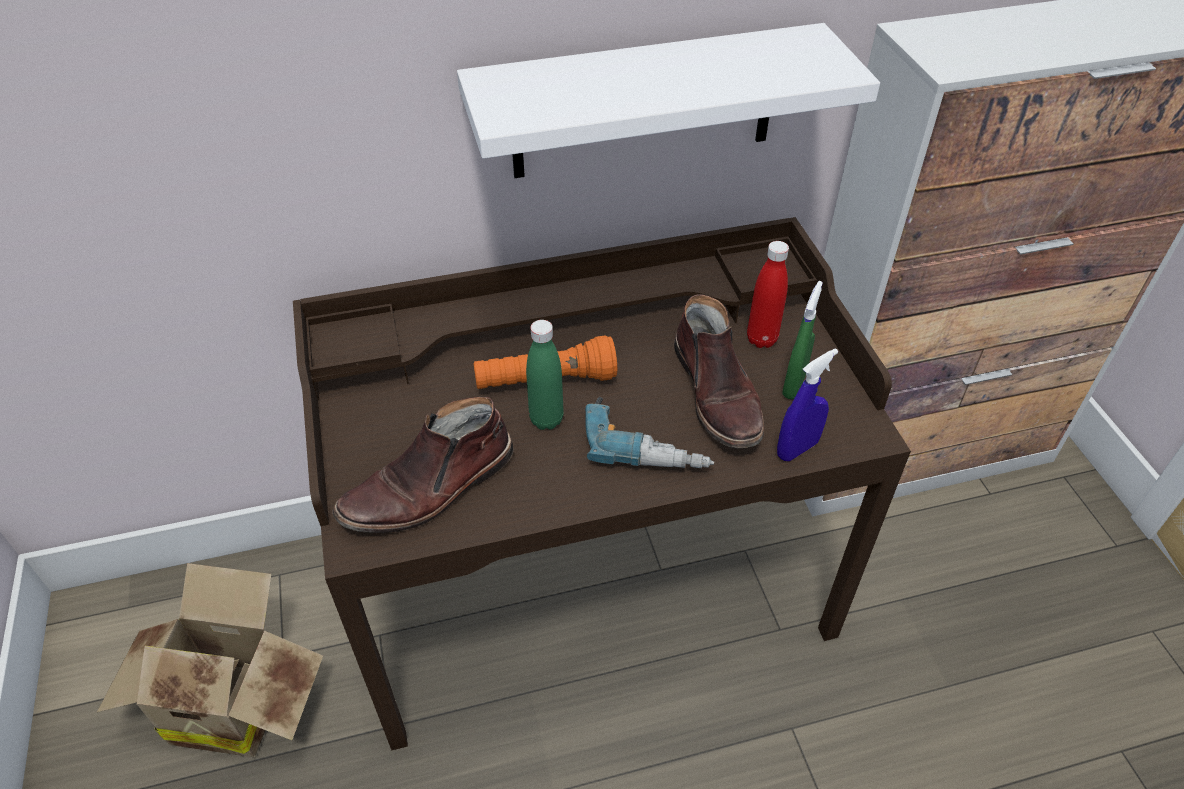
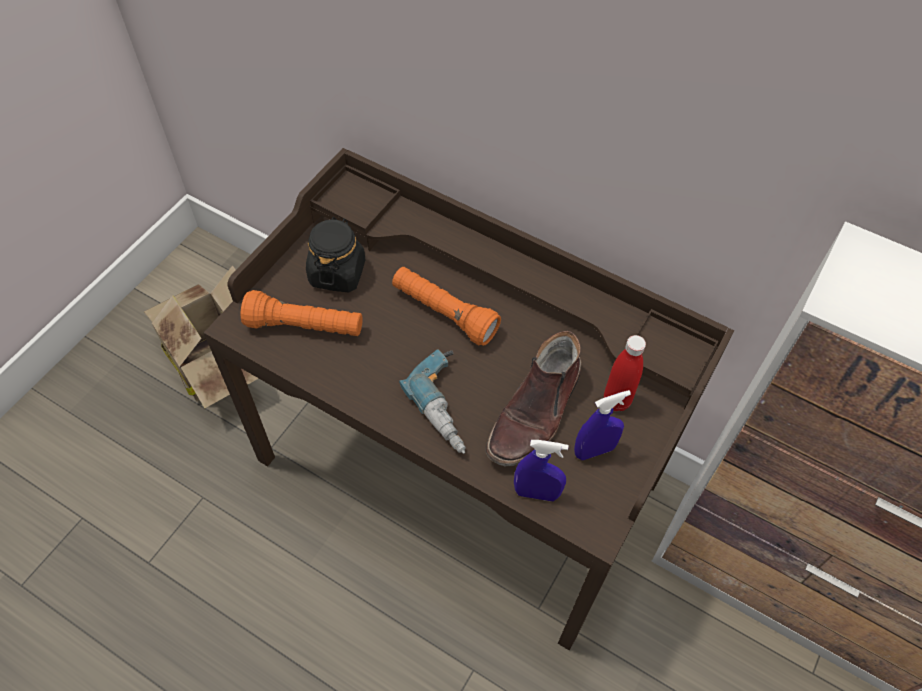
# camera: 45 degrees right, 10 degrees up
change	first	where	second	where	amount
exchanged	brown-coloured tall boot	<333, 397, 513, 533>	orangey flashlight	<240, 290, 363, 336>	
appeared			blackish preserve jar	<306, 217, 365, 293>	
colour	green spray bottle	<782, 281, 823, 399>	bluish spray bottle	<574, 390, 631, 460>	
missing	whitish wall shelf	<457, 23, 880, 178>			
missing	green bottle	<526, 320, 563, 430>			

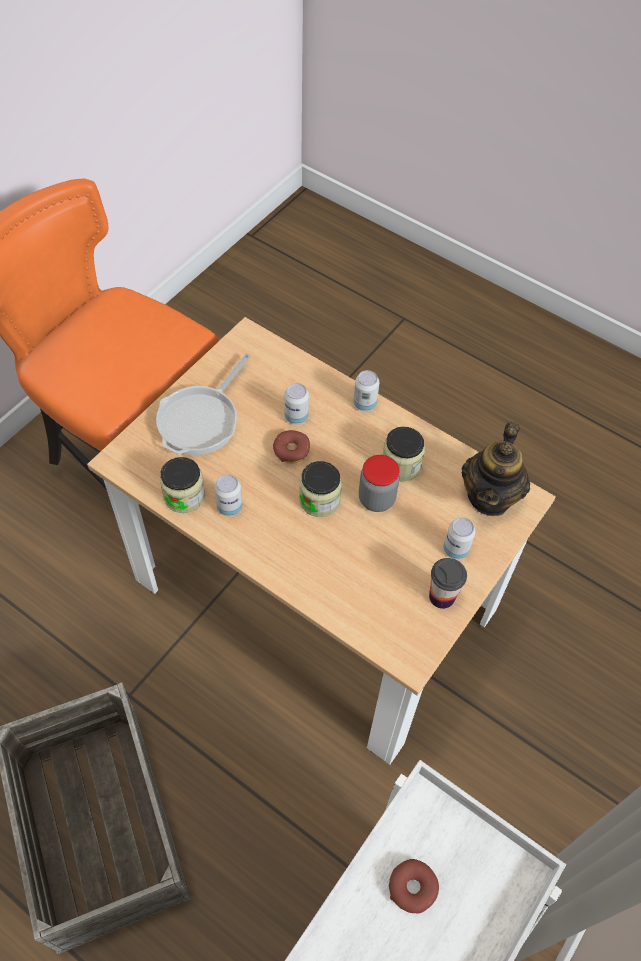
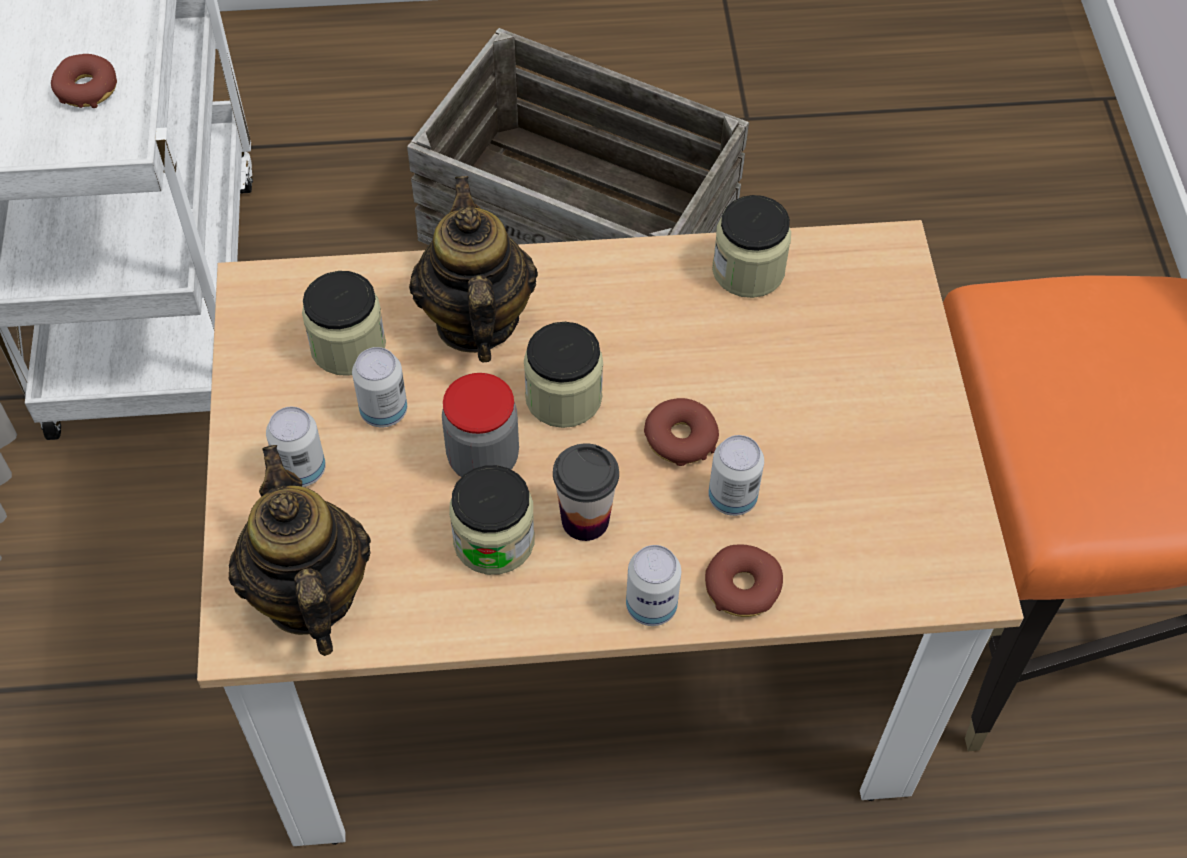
# camera: 140 degrees right, 0 degrees up
change	first	where	second	where	amount
appeared			preserve jar	<302, 271, 386, 376>	
relocated	metal can	<214, 474, 243, 516>		<352, 347, 407, 427>	
appeared			teapot	<409, 176, 538, 363>	
relocated	drinking cup	<429, 558, 467, 609>		<553, 443, 619, 541>	
appeared			doughnut	<705, 544, 783, 617>	
missing	pan	<156, 353, 251, 455>			

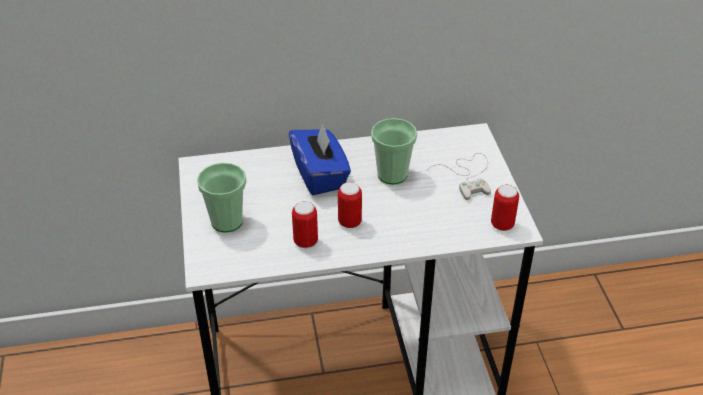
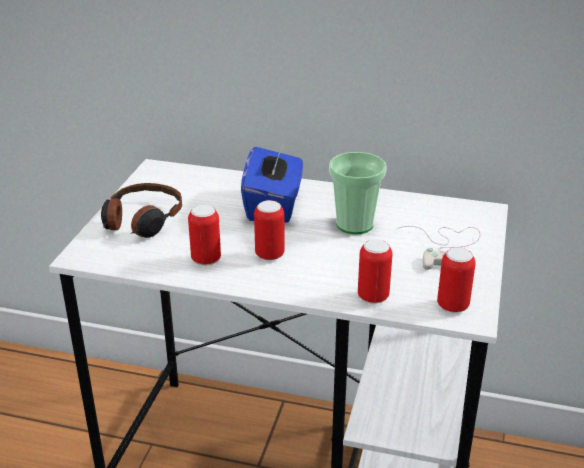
# camera: 25 degrees right, 10 degrees down
change	first	where	second	where	amount
exchanged	drinking cup	<197, 163, 246, 232>	headphones	<101, 183, 182, 238>	
appeared			metal can	<358, 239, 392, 304>	

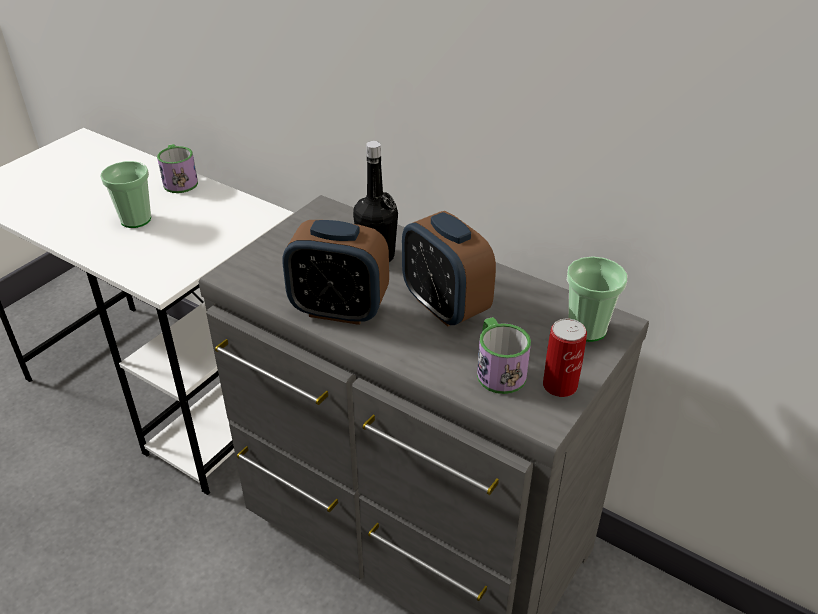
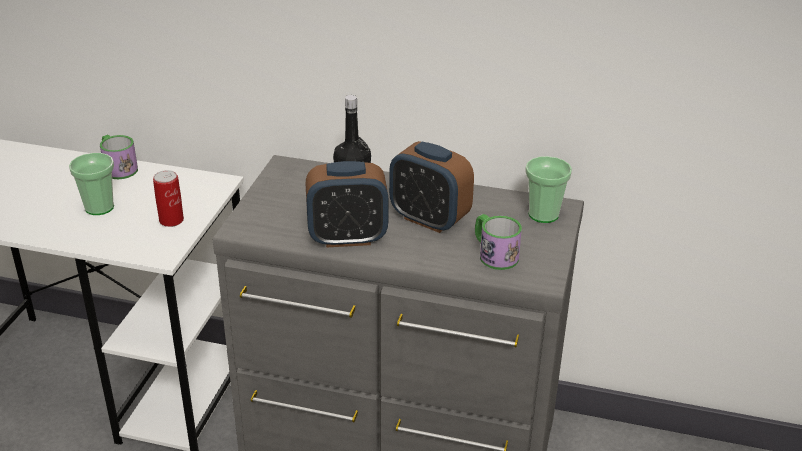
# camera: 20 degrees left, 5 degrees down
change	first	where	second	where	amount
relocated	metal can	<543, 319, 587, 397>		<153, 170, 184, 227>	

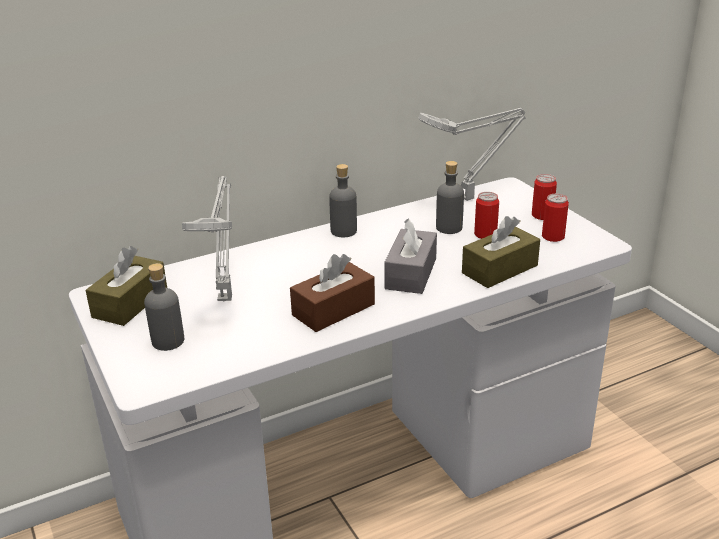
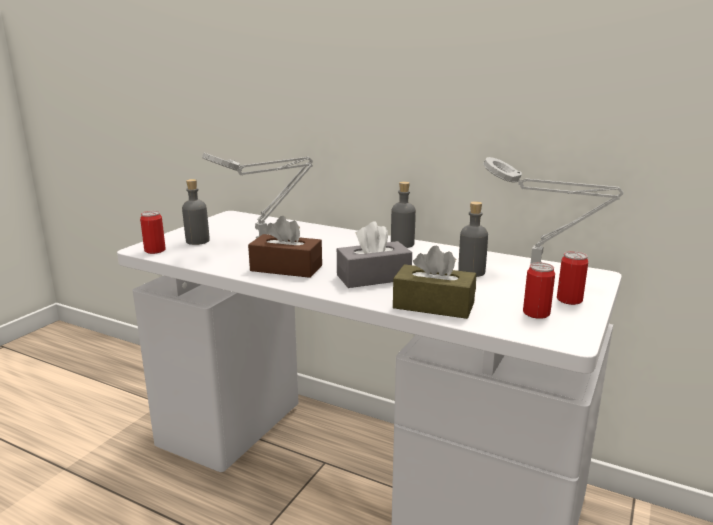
# camera: 55 degrees right, 10 degrees down
change	first	where	second	where	amount
relocated	metal can	<474, 192, 499, 239>		<140, 211, 166, 254>	
missing	brown-coloured tissue holder	<85, 246, 167, 326>			

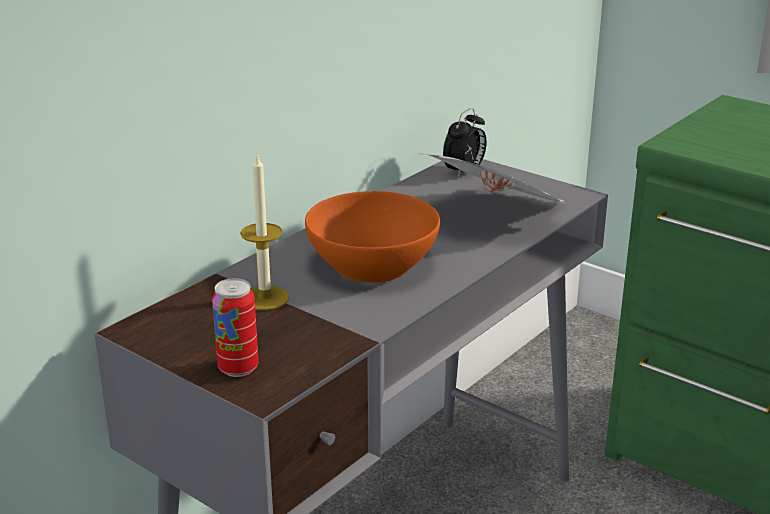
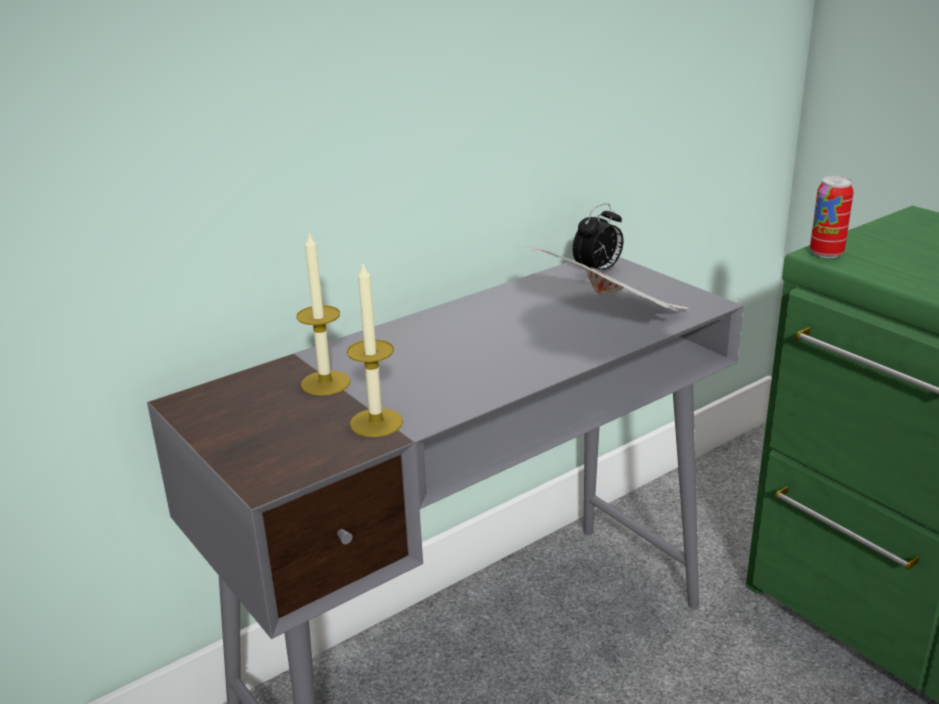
# camera: 15 degrees right, 0 degrees up
change	first	where	second	where	amount
appeared			wax candle	<347, 264, 403, 437>	
relocated	metal can	<212, 278, 259, 377>		<810, 176, 854, 258>	
missing	orangey serving bowl	<305, 191, 440, 283>			

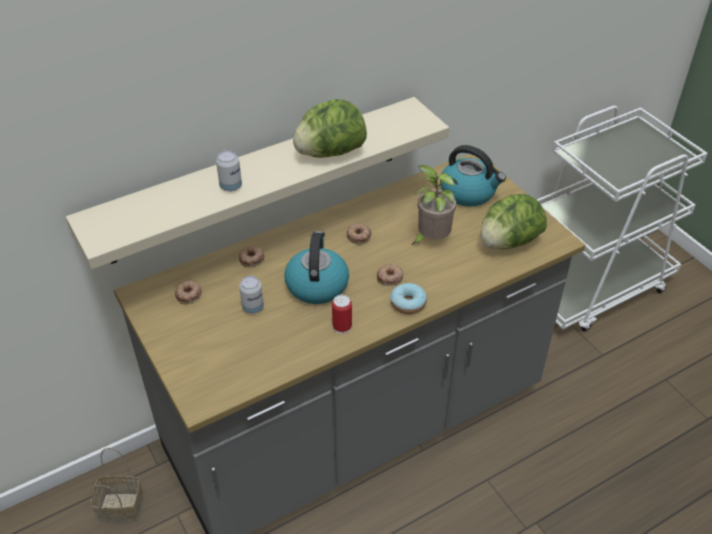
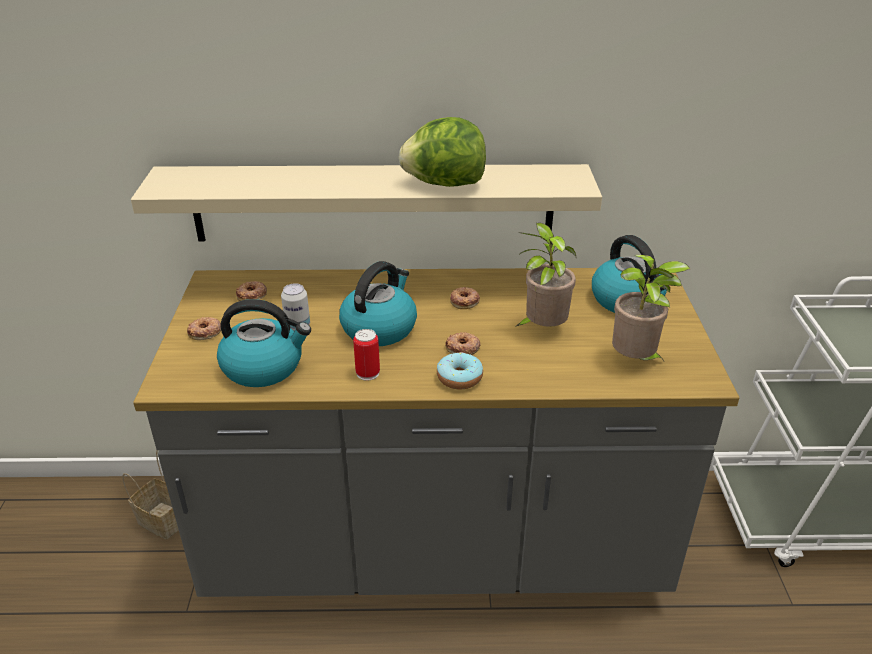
# camera: 30 degrees right, 10 degrees down
change	first	where	second	where	amount
relocated	doughnut	<239, 246, 264, 267>		<187, 317, 221, 340>	
appeared			water kettle	<217, 299, 311, 387>	
exchanged	lettuce	<481, 194, 547, 249>	houseplant	<612, 255, 690, 364>	
missing	metal can	<216, 150, 242, 192>			

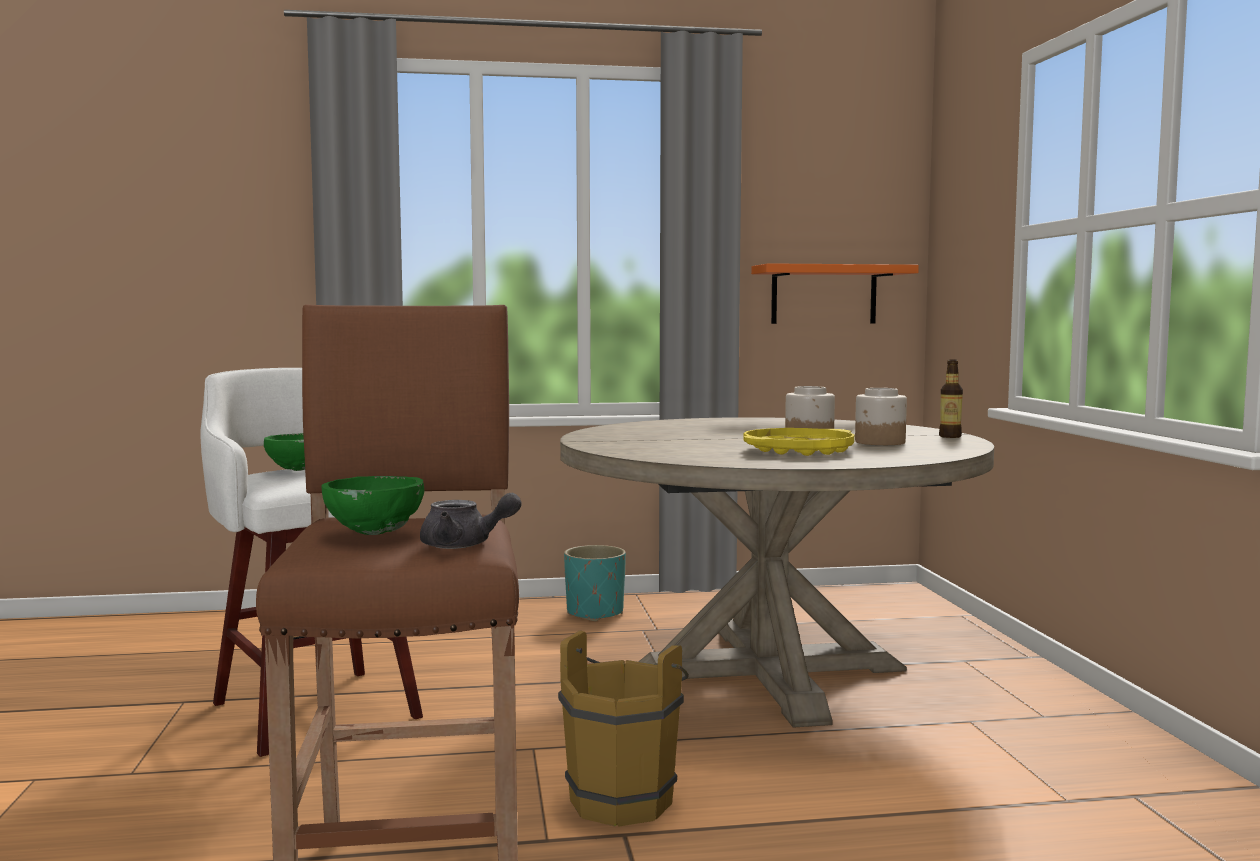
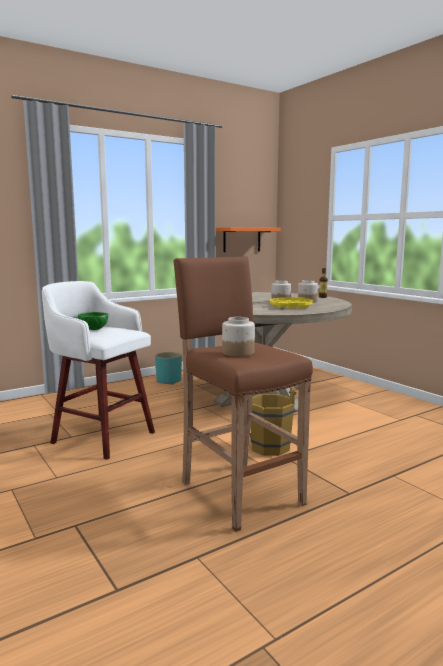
# camera: 25 degrees left, 5 degrees up
change	first	where	second	where	amount
exchanged	green serving bowl	<322, 476, 424, 535>	preserve jar	<222, 317, 255, 357>	
missing	gray teapot	<420, 493, 522, 549>			

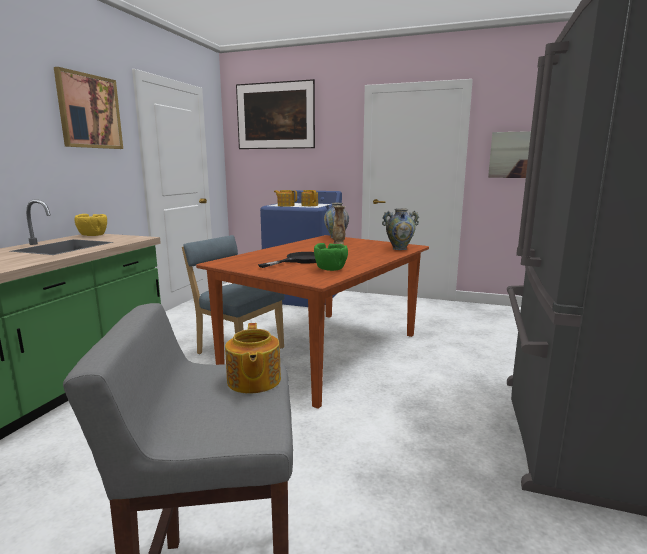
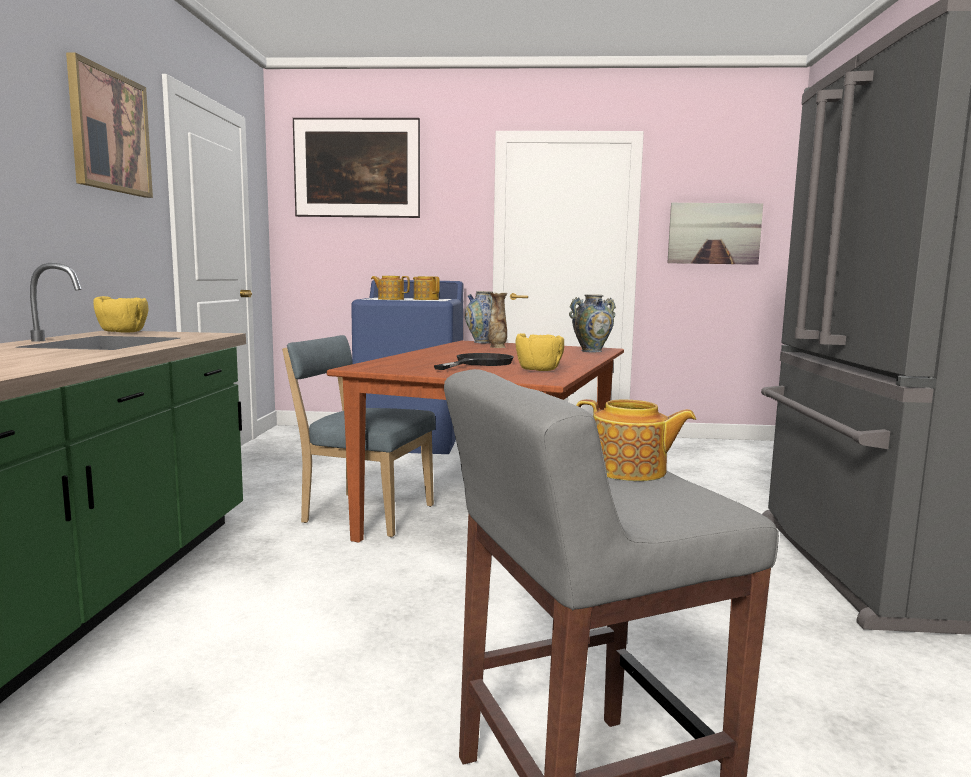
# camera: 15 degrees left, 5 degrees down
change	first	where	second	where	amount
colour	green serving bowl	<314, 243, 348, 271>	yellow-coloured serving bowl	<515, 333, 564, 371>	
spun	teapot	<225, 323, 281, 394>		<576, 399, 696, 481>	45 degrees counterclockwise

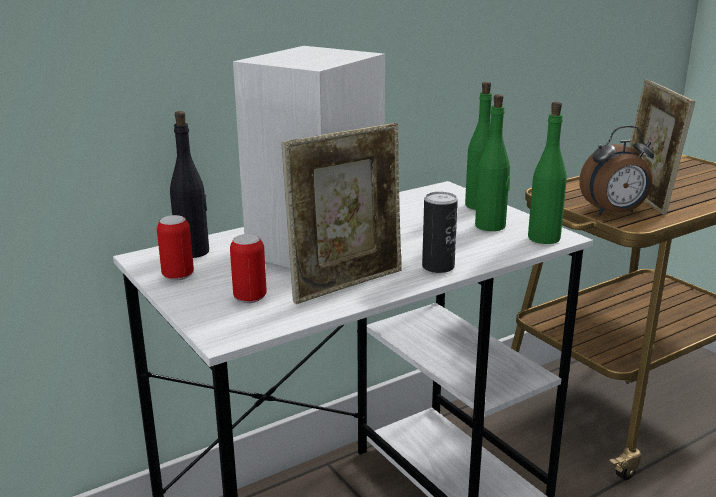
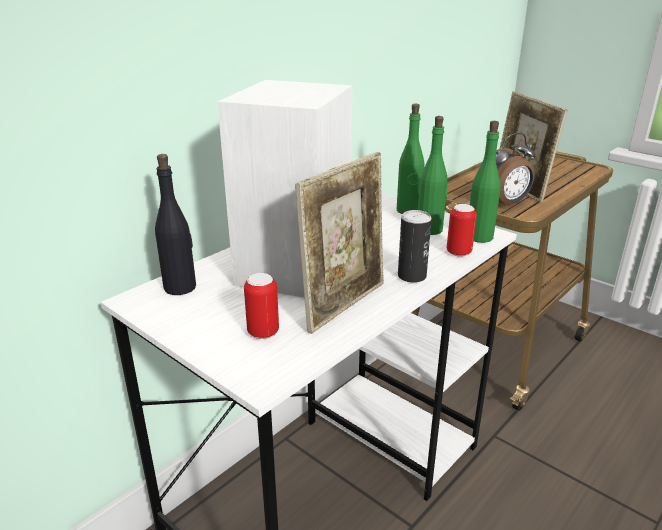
# camera: 15 degrees left, 5 degrees up
change	first	where	second	where	amount
relocated	metal can	<157, 215, 194, 280>		<447, 204, 477, 257>	

